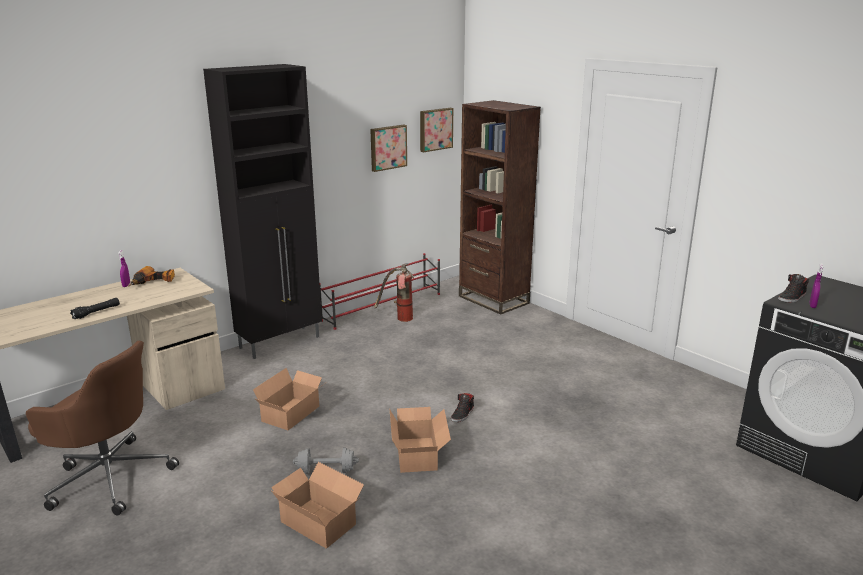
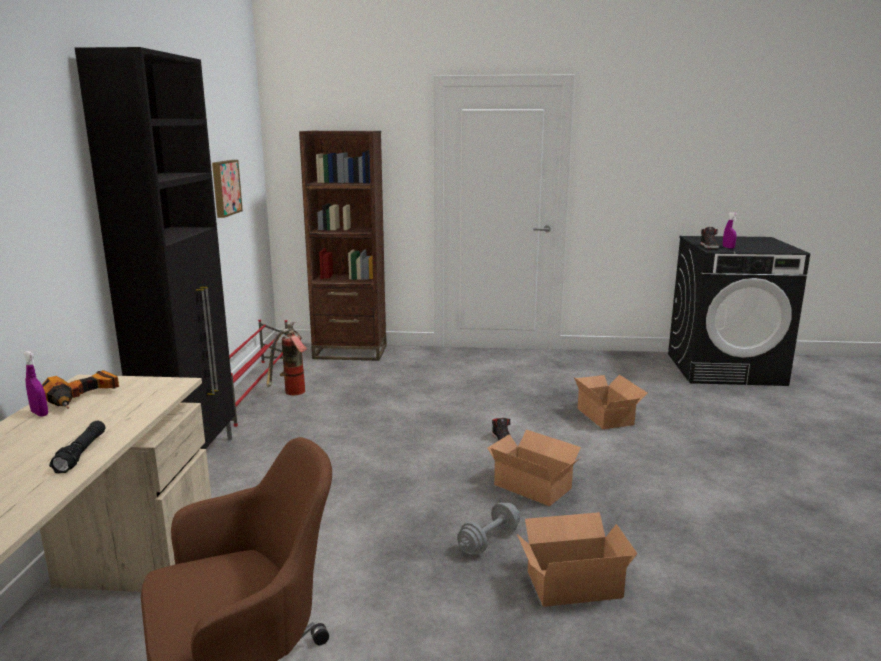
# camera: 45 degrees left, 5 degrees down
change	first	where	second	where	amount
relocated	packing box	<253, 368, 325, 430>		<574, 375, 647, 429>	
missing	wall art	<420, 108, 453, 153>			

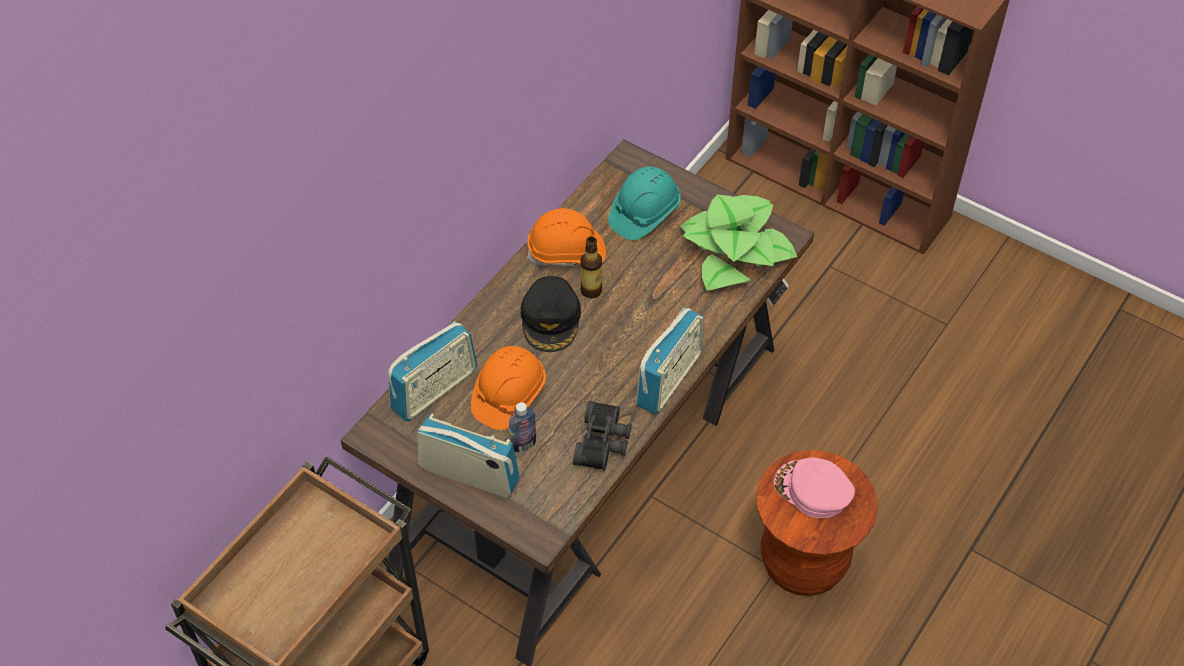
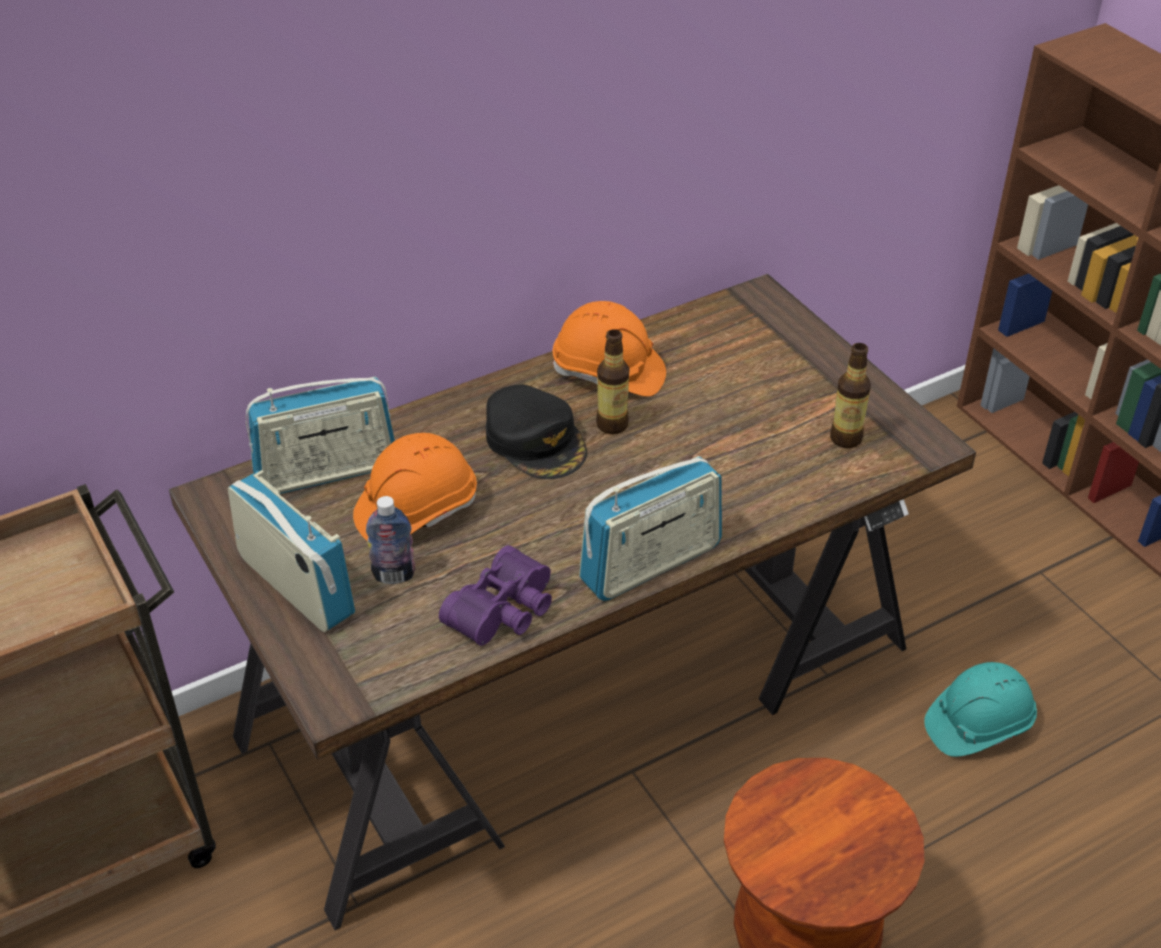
# camera: 25 degrees right, 10 degrees down
change	first	where	second	where	amount
colour	blackish pair of binoculars	<573, 401, 632, 470>	purplish pair of binoculars	<439, 545, 552, 646>	
spun	blackish peaked cap	<521, 276, 581, 352>		<486, 385, 587, 479>	60 degrees counterclockwise
exchanged	houseplant	<680, 195, 797, 291>	bottle	<830, 343, 871, 448>	
relocated	turquoise hard hat	<608, 166, 681, 240>		<924, 662, 1037, 757>	
missing	pinkish peaked cap	<774, 457, 855, 519>			

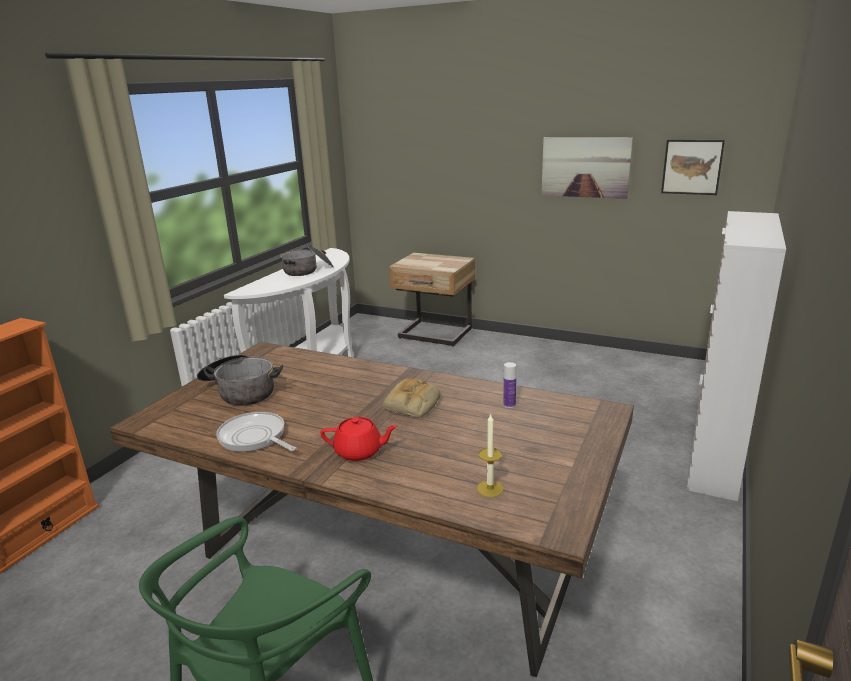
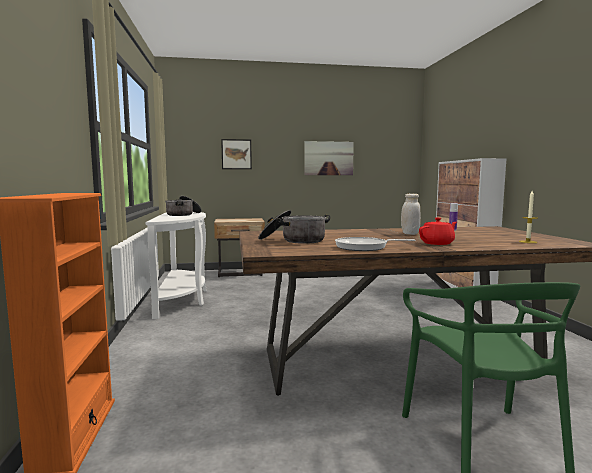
# camera: 35 degrees left, 15 degrees down
change	first	where	second	where	amount
relocated	wall art	<661, 140, 725, 195>		<221, 139, 252, 169>	
exchanged	baked bread	<383, 379, 441, 417>	whitish preserve jar	<401, 194, 421, 235>	

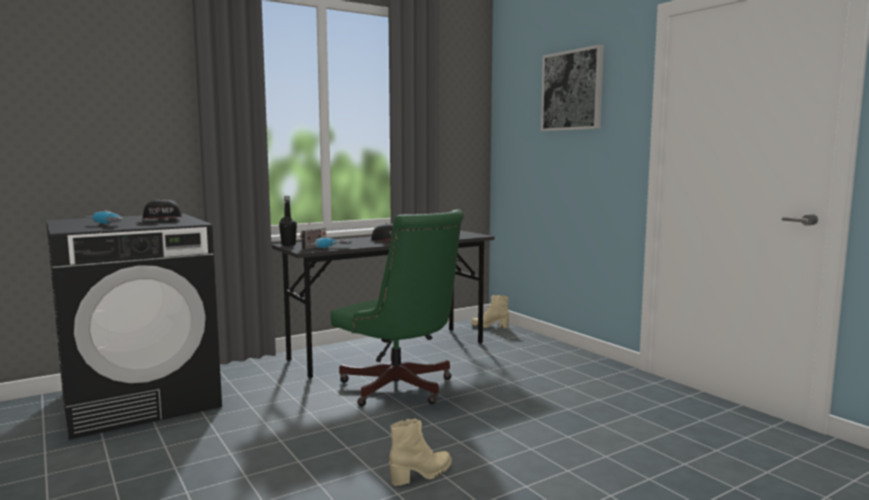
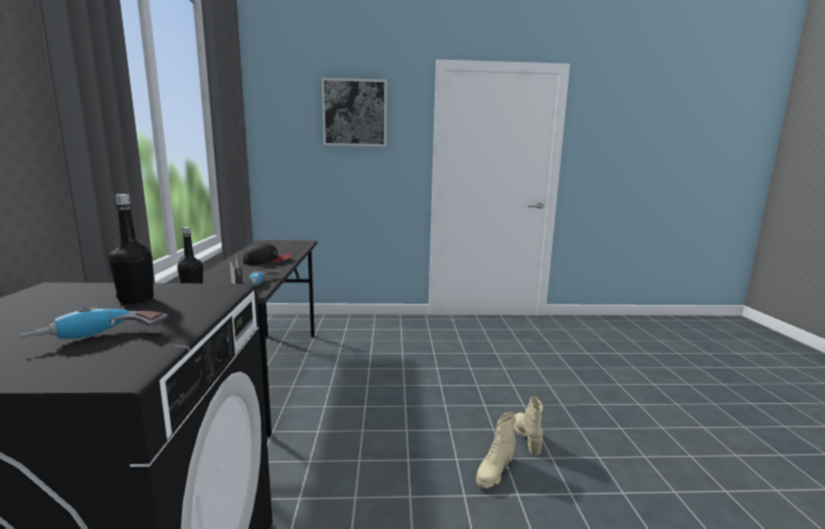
# camera: 60 degrees left, 5 degrees up
change	first	where	second	where	amount
exchanged	peaked cap	<143, 199, 182, 219>	blackish bottle	<109, 194, 154, 304>	
relocated	beige-coloured tall boot	<471, 295, 509, 328>		<476, 412, 516, 488>	
missing	green desk chair	<330, 209, 464, 406>			

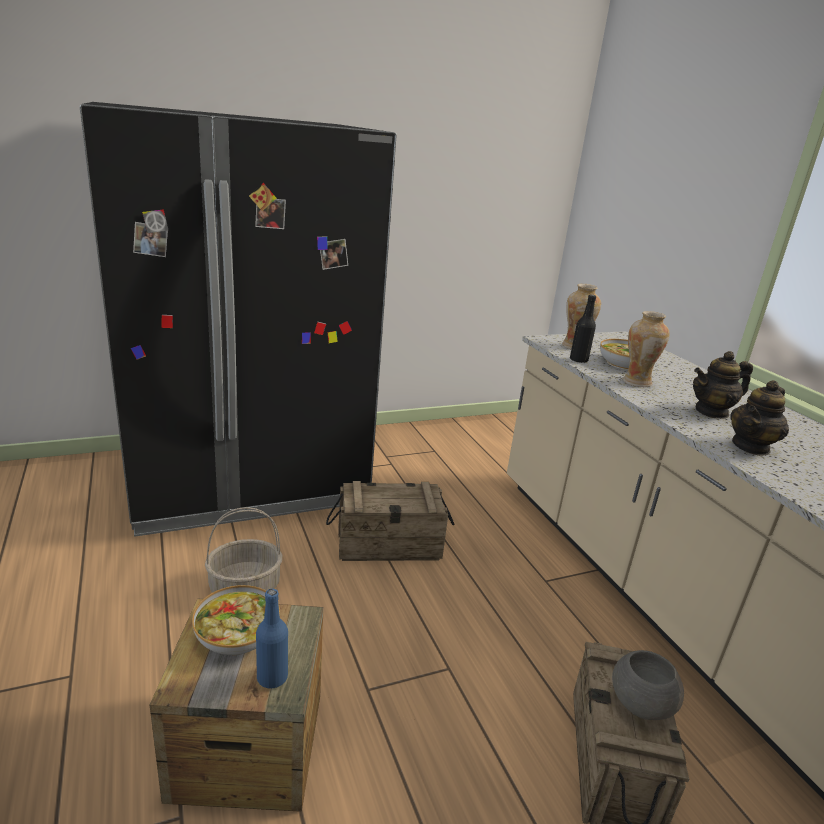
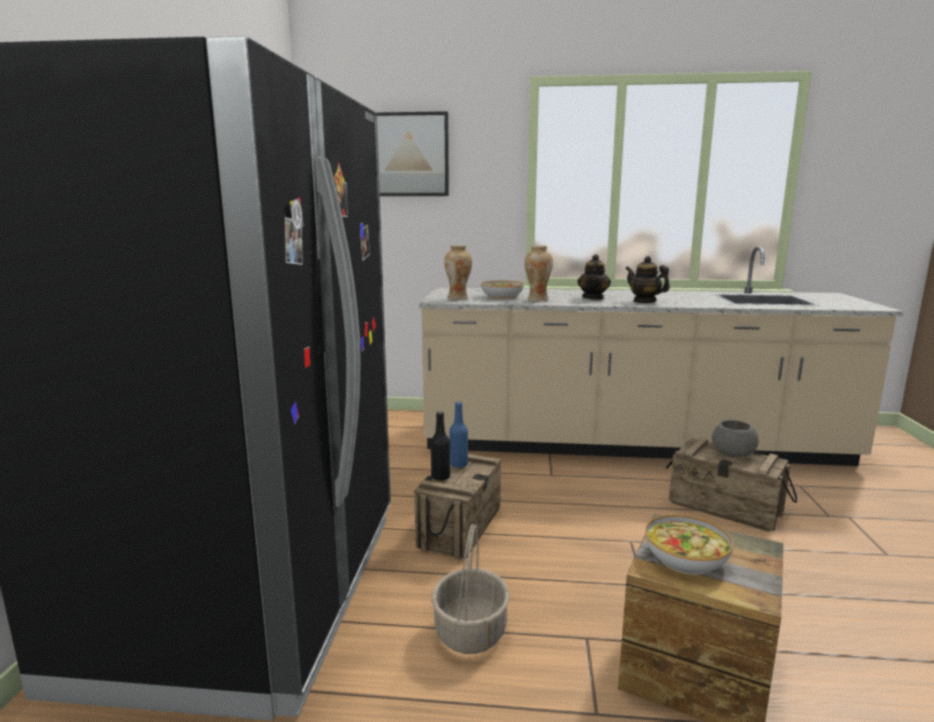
# camera: 60 degrees left, 10 degrees down
change	first	where	second	where	amount
appeared			wall art	<376, 111, 449, 196>	
relocated	blackish bottle	<570, 294, 596, 363>		<431, 411, 450, 481>	
relocated	bluish bottle	<256, 589, 288, 689>		<449, 401, 468, 468>	
spun	teapot	<731, 380, 789, 456>		<625, 256, 670, 303>	150 degrees clockwise

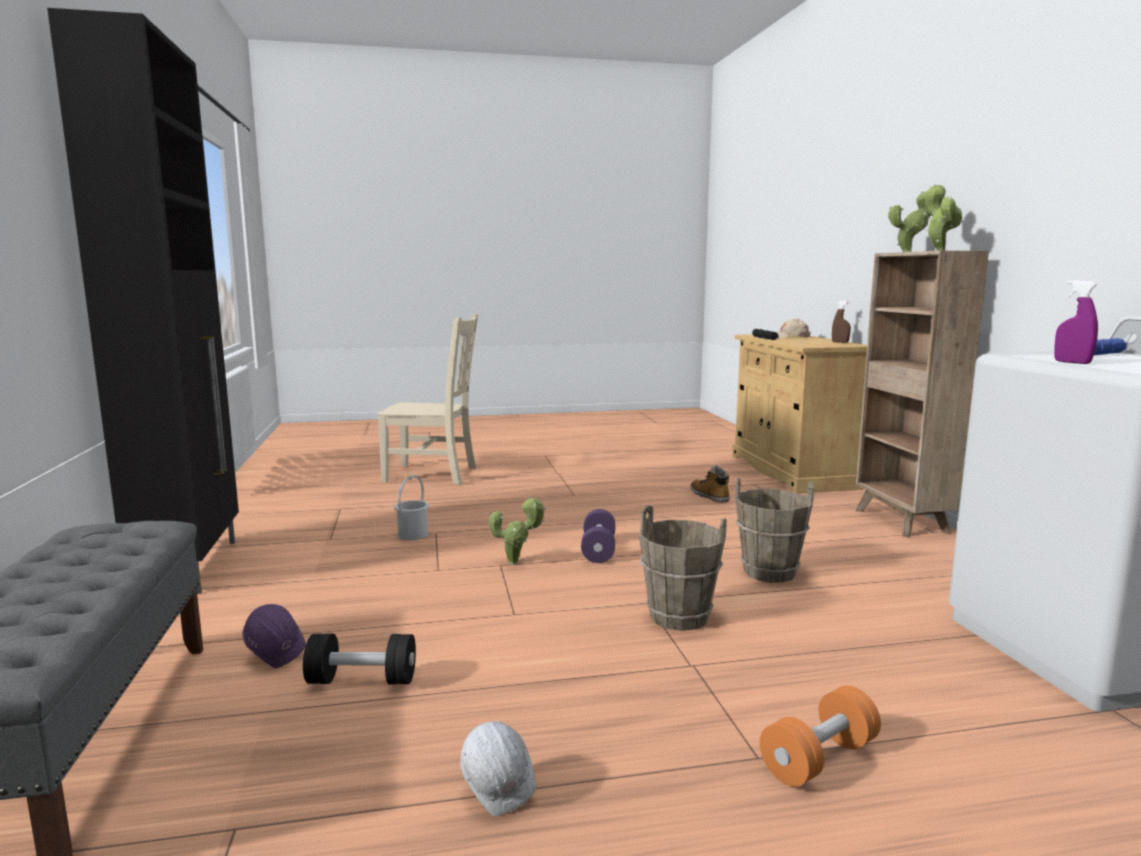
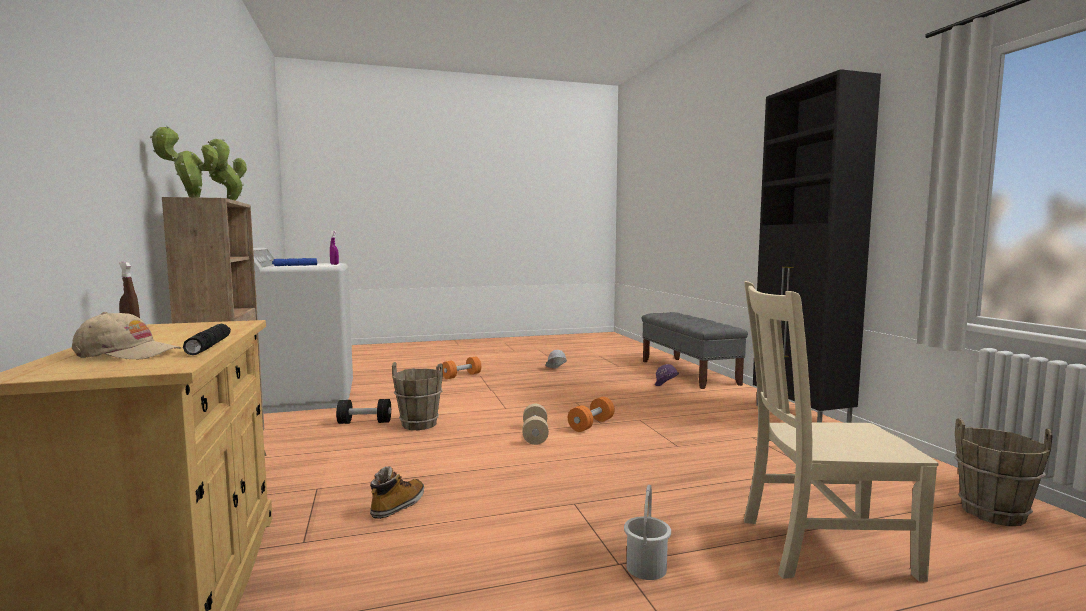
# camera: 175 degrees right, 5 degrees down
change	first	where	second	where	amount
relocated	blackish free weight	<303, 633, 416, 685>		<336, 399, 391, 424>	
spun	tall boot	<690, 465, 730, 503>		<370, 466, 424, 519>	120 degrees counterclockwise
colour	purplish free weight	<581, 509, 615, 563>	beige-coloured free weight	<523, 404, 549, 445>	
exchanged	houseplant	<489, 496, 546, 565>	orangey free weight	<568, 397, 615, 432>	
relocated	whitish bucket	<394, 475, 429, 540>		<624, 485, 671, 580>	
relocated	brown-coloured bucket	<639, 505, 727, 631>		<954, 418, 1053, 526>	

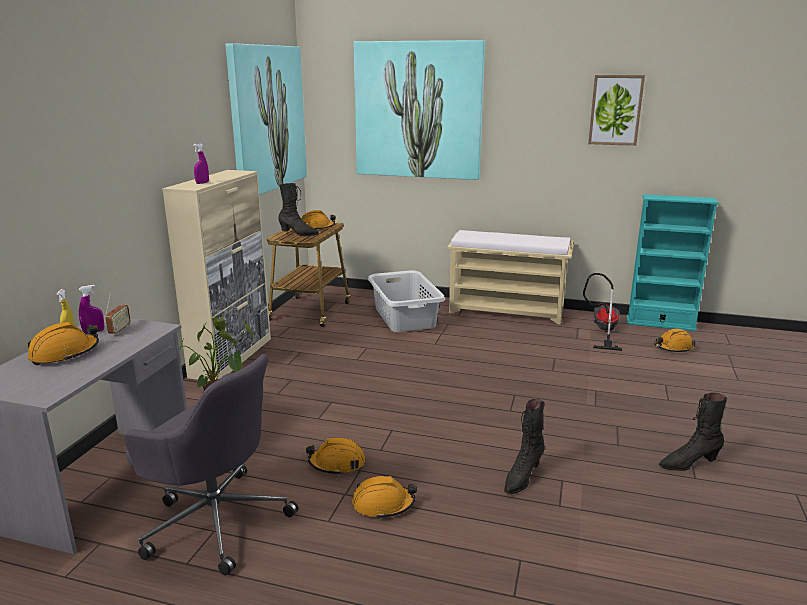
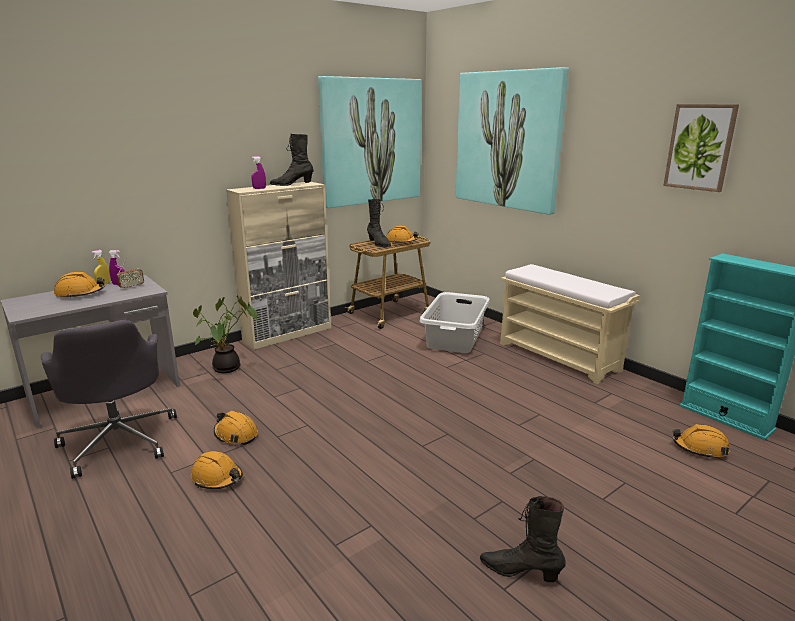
# camera: 35 degrees right, 0 degrees up
change	first	where	second	where	amount
relocated	blackish tall boot	<504, 399, 545, 494>		<270, 134, 314, 186>	
missing	hoover	<583, 273, 622, 351>			

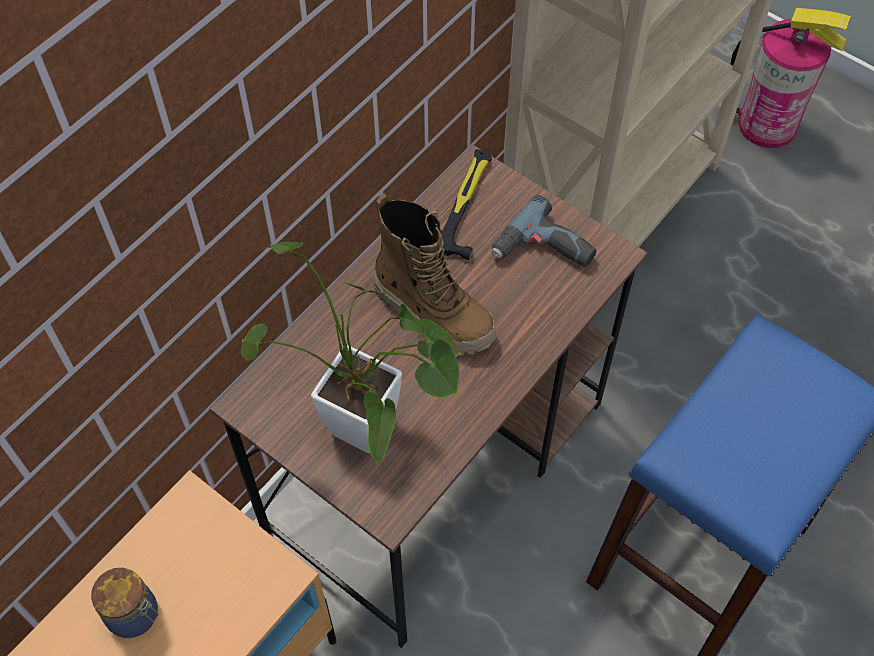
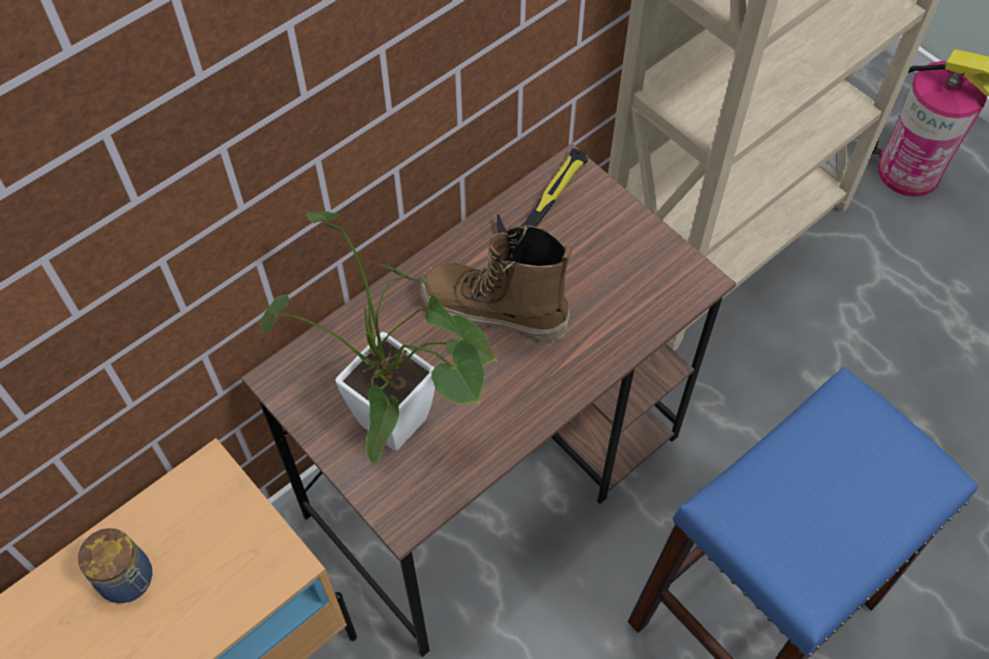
# camera: 10 degrees right, 0 degrees up
change	first	where	second	where	amount
spun	tall boot	<374, 193, 496, 355>		<421, 225, 572, 343>	150 degrees clockwise
missing	electric drill	<492, 195, 596, 267>			

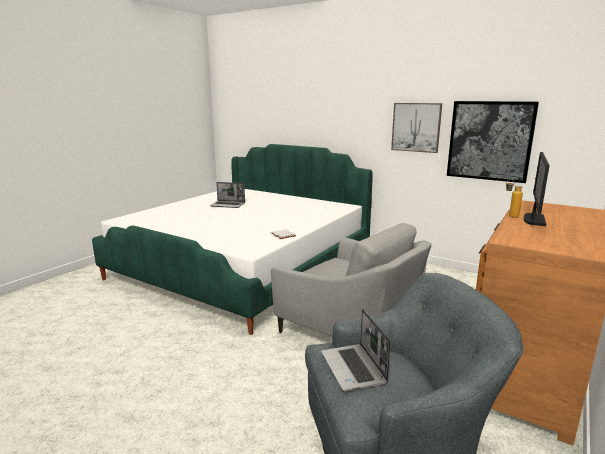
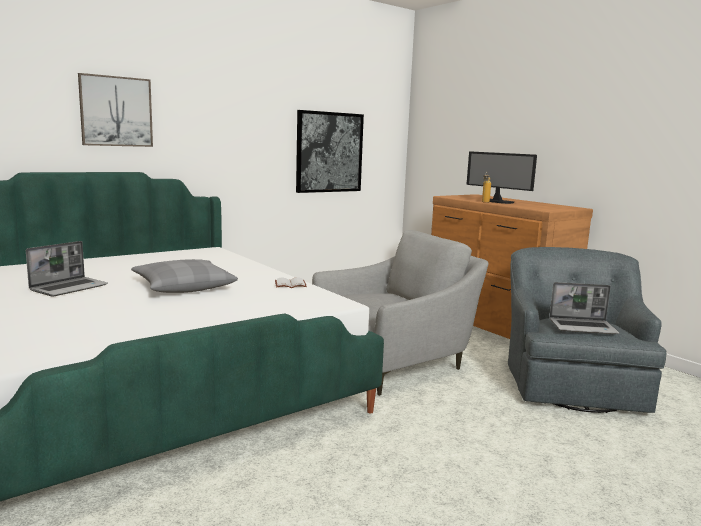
# camera: 70 degrees left, 5 degrees down
change	first	where	second	where	amount
relocated	wall art	<391, 103, 442, 153>		<78, 73, 153, 147>	
appeared			gray throw pillow	<131, 259, 238, 293>	

